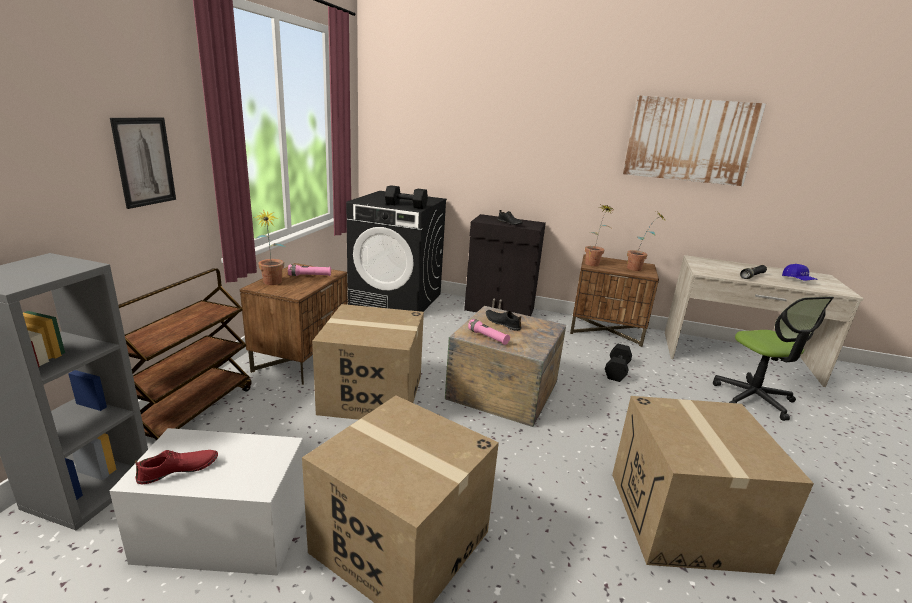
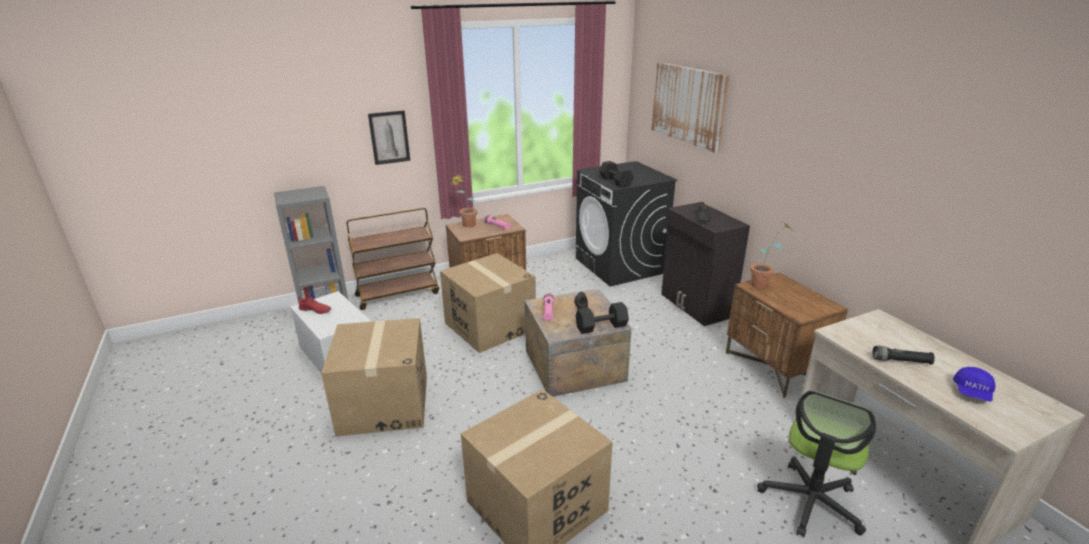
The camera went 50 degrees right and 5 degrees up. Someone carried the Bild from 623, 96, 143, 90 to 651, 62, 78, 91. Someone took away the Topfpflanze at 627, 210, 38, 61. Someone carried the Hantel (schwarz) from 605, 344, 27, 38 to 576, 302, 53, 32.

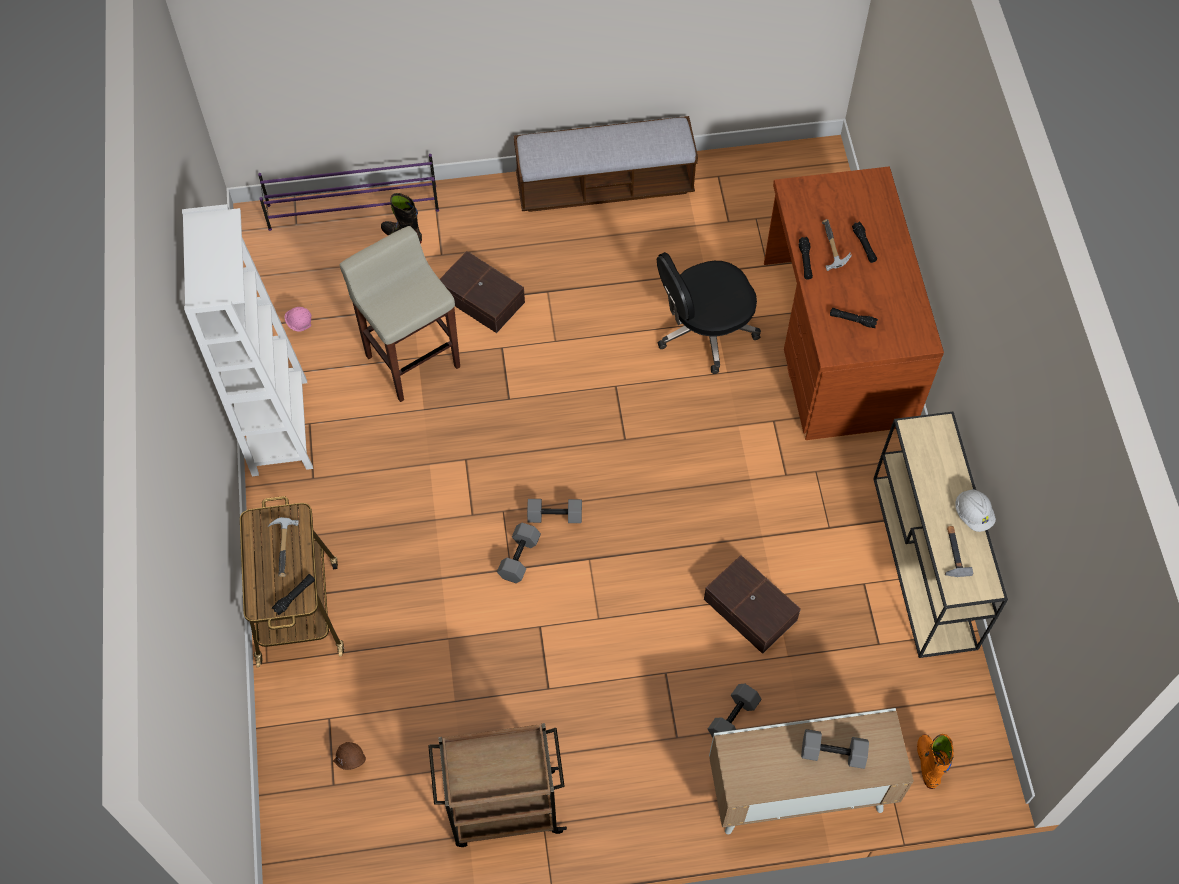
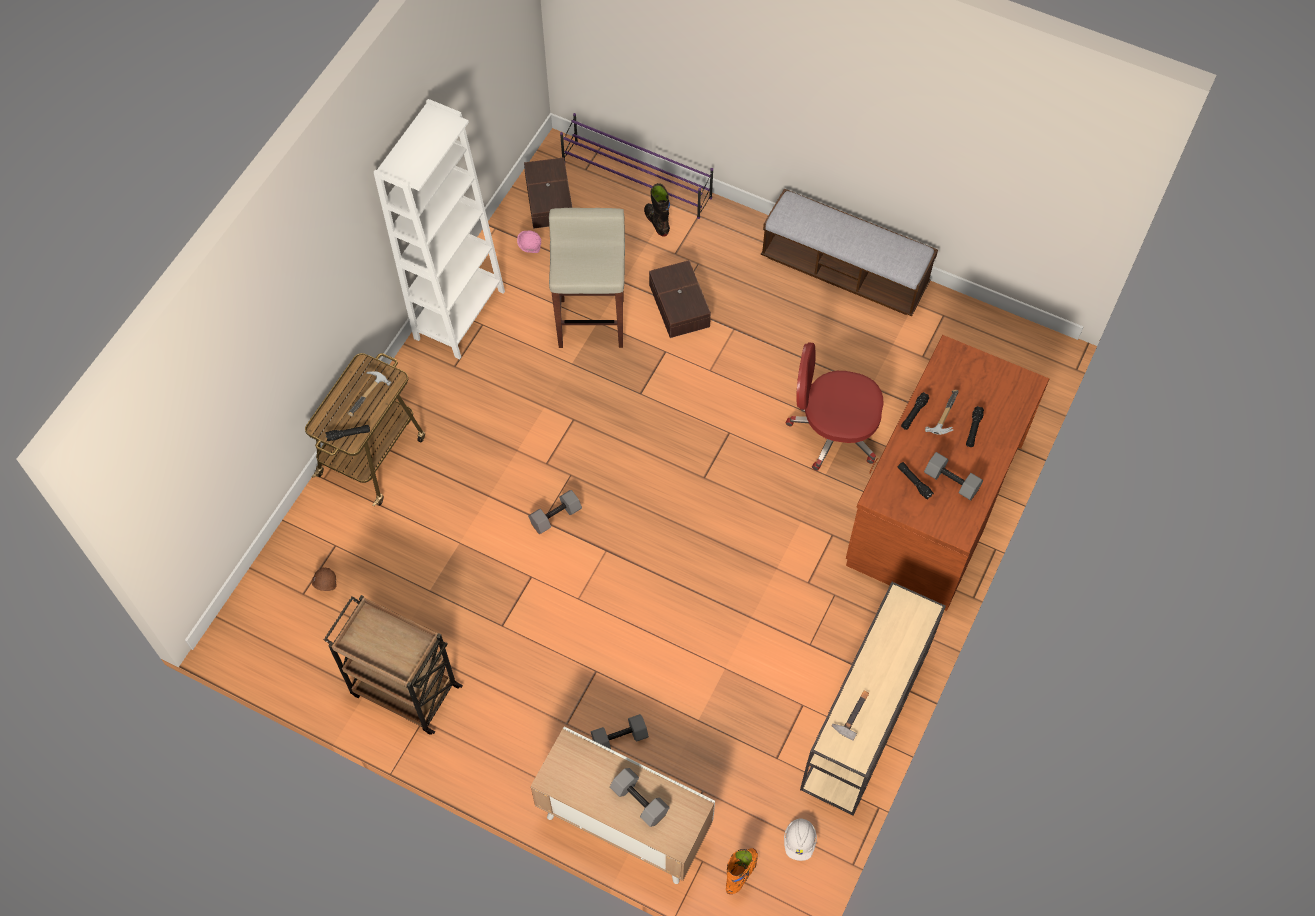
The camera went 35 degrees right and 0 degrees up. Someone repainted the Bürostuhl (schwarz) at 657, 252, 104, 122, which became the Bürostuhl (rot) at 786, 342, 97, 129. Someone carried the Schutzhelm (weiß) from 955, 489, 41, 43 to 784, 819, 33, 42. Someone carried the Hantel (grau) from 527, 499, 55, 24 to 924, 452, 59, 49. Someone carried the Aufbewahrungsbox (braun) from 704, 555, 97, 99 to 524, 158, 48, 71.

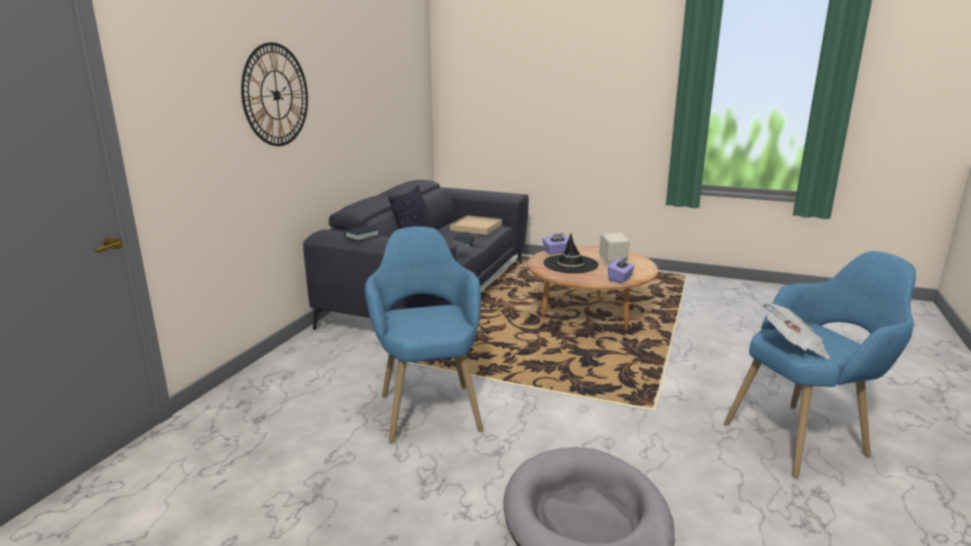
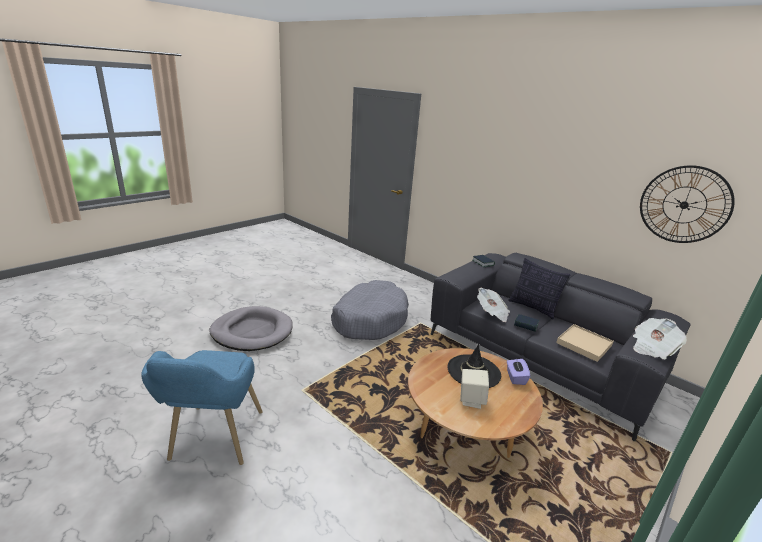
The camera went 110 degrees right and 5 degrees up. Someone carried the Wanduhr from 241, 42, 67, 104 to 640, 165, 95, 78. Someone swapped the Sessel (blau) at 365, 226, 118, 218 for the Hundebett (grau) at 331, 280, 78, 60. Someone took away the Taschentuchbox (lila) at 608, 257, 27, 26. Someone carried the Zeitung from 761, 302, 69, 57 to 633, 318, 54, 41.

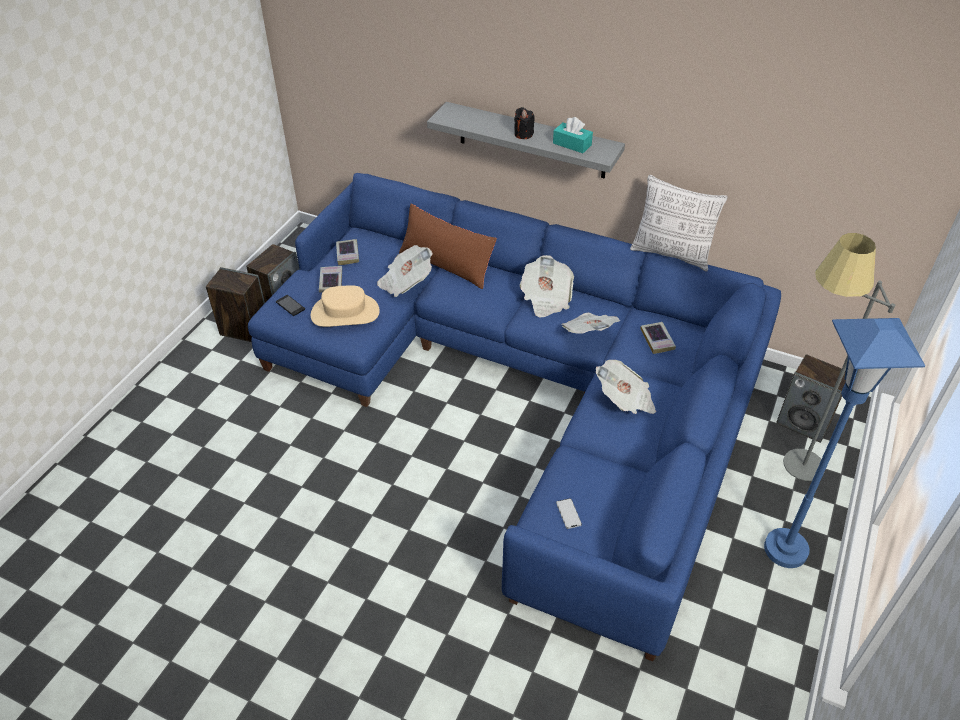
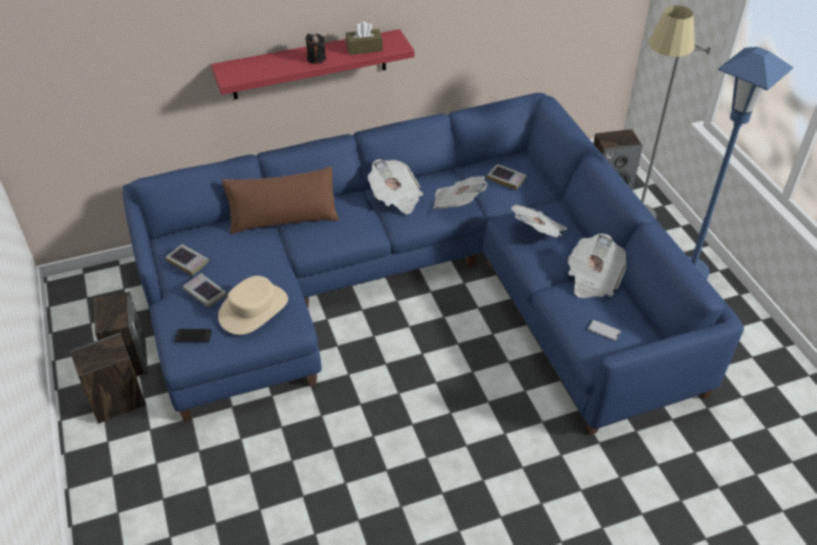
The camera went 45 degrees left and 0 degrees up. Someone repainted the Wandregal (grau) at 427, 102, 198, 76, which became the Wandregal (rot) at 211, 29, 204, 70. Someone repainted the Taschentuchbox (türkis) at 553, 117, 40, 36, which became the Taschentuchbox (braun) at 346, 21, 37, 34. Someone took away the Kissen at 630, 175, 98, 97. Someone carried the Zeitung from 377, 245, 56, 52 to 568, 233, 59, 65.

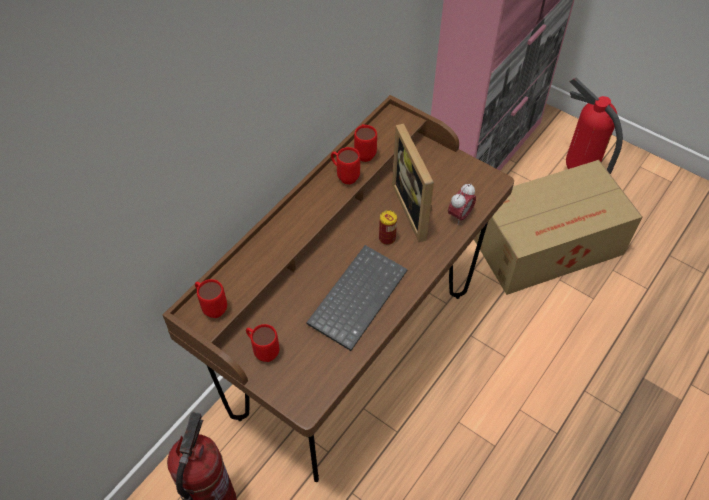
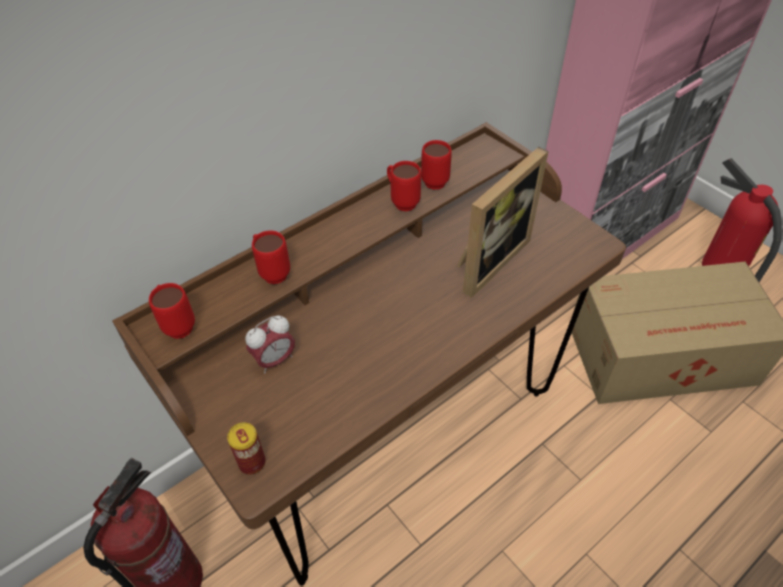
The camera went 15 degrees right and 5 degrees down. Someone rotated the Bilderrahmen at 392, 124, 42, 118 by 135 degrees counterclockwise. Someone carried the Wecker from 448, 184, 28, 41 to 246, 316, 49, 57. Someone carried the Dose from 379, 210, 18, 35 to 227, 422, 39, 53. Someone took away the Tastatur at 306, 245, 102, 106. Someone carried the Henkelbecher (rot) from 246, 324, 33, 38 to 252, 230, 38, 54.

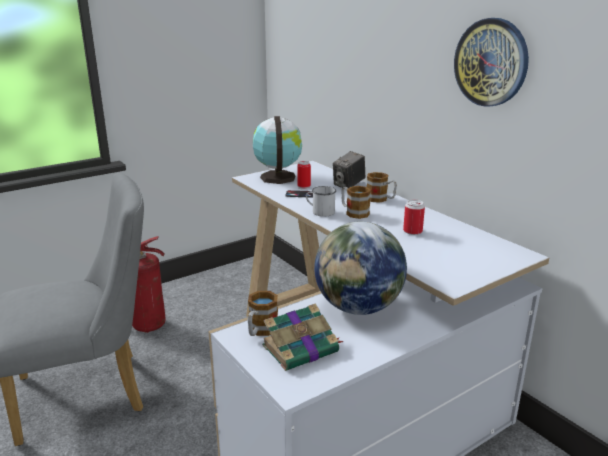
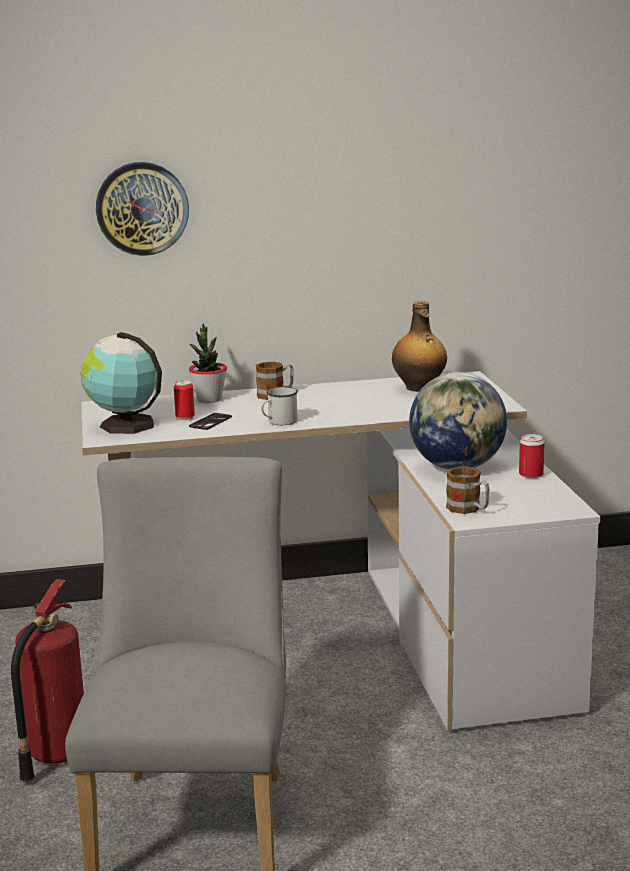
The camera went 65 degrees left and 5 degrees down. Someone carried the Wanduhr from 454, 18, 75, 89 to 96, 162, 93, 94. Someone swapped the Kamera at 333, 151, 32, 37 for the Topfpflanze at 189, 323, 38, 80. Someone took away the Henkelbecher at 341, 186, 30, 33. Someone carried the Dose from 403, 200, 22, 35 to 519, 434, 26, 44. Someone took away the Buch at 262, 303, 82, 68. Someone put down the Flasche at 392, 301, 55, 91.

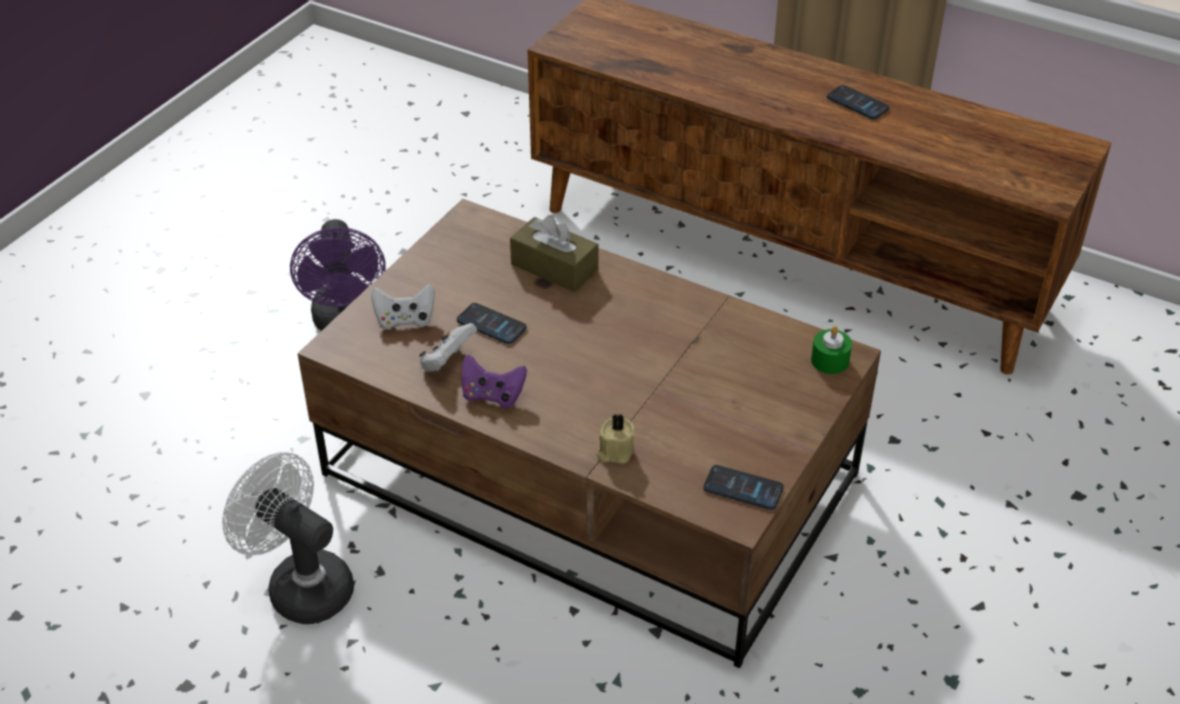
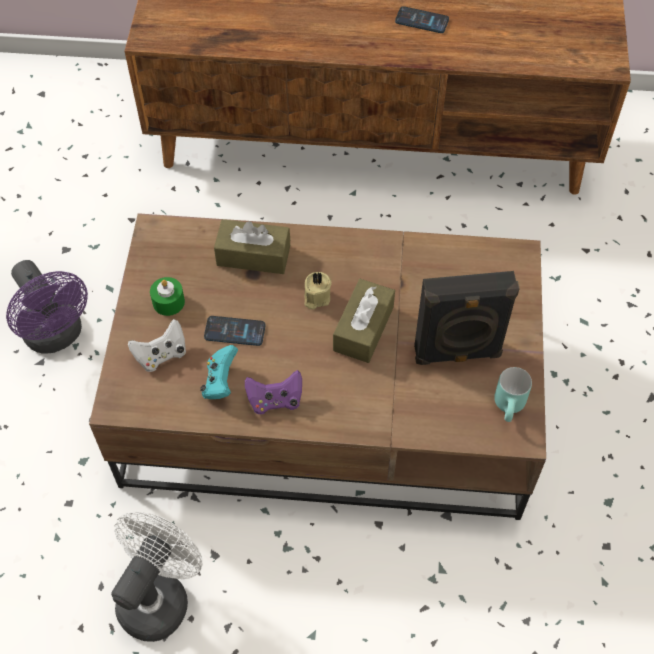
The camera went 25 degrees left and 15 degrees up. Someone repainted the Gamepad (weiß) at 419, 323, 58, 49, which became the Gamepad (türkis) at 200, 345, 38, 54. Someone carried the Kerze (grün) from 811, 326, 41, 48 to 150, 277, 35, 39. Someone carried the Kerze (beige) from 596, 413, 39, 51 to 305, 272, 27, 38. Someone rotated the Ventilator (weiß) at 222, 452, 132, 172 by 105 degrees clockwise. Someone swapped the Handy at 704, 465, 80, 45 for the Henkelbecher (türkis) at 494, 367, 38, 55. Someone put down the Lautsprecher (schwarz) at 414, 271, 106, 94. Someone put down the Taschentuchbox (braun) at 333, 279, 62, 84.

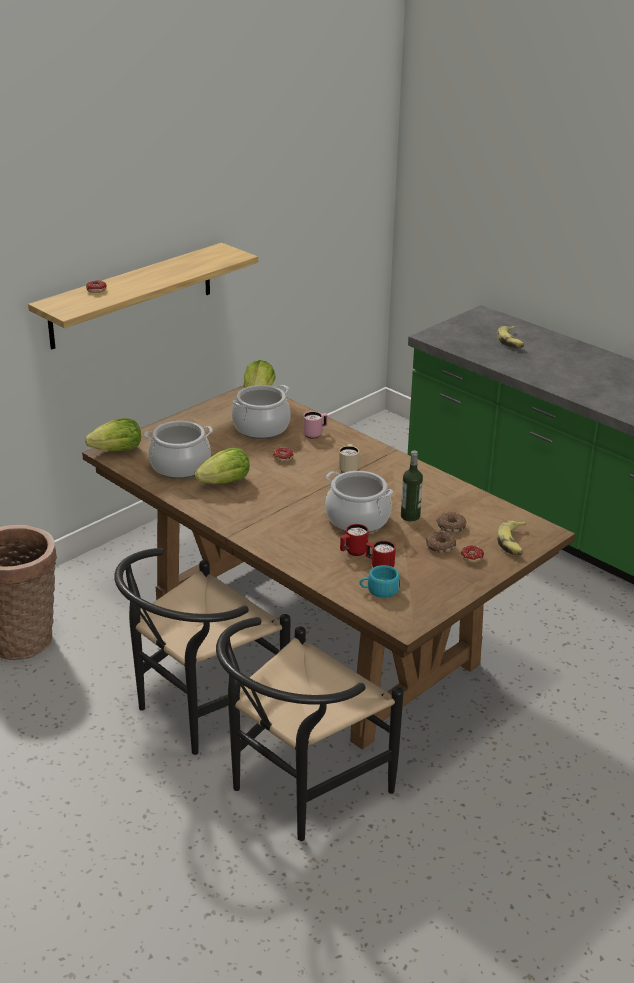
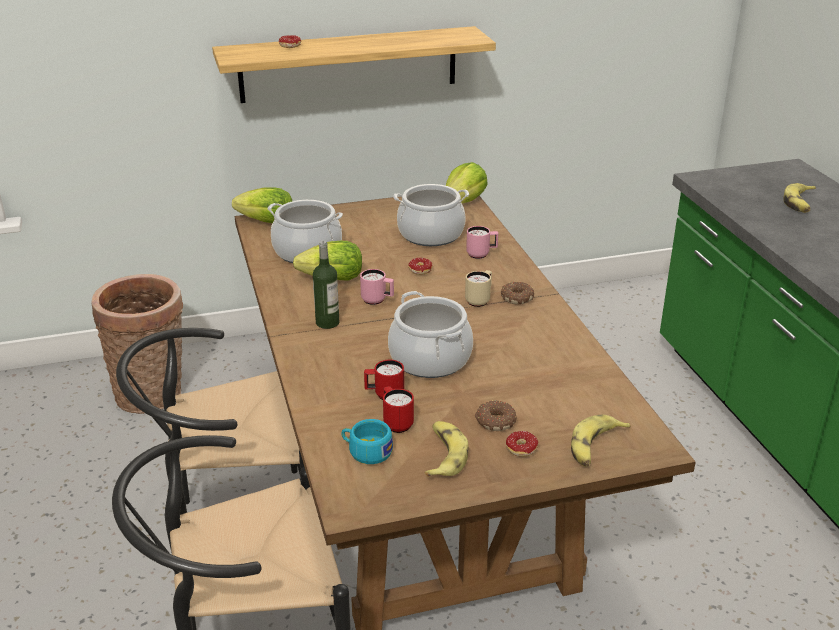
The camera went 30 degrees right and 0 degrees up. Someone carried the Flasche from 401, 450, 22, 71 to 313, 241, 26, 88. Someone carried the Donut from 436, 512, 30, 21 to 501, 282, 33, 23. Someone put down the Henkelbecher (rosa) at 360, 269, 34, 36. Someone put down the Banane at 424, 421, 45, 56.

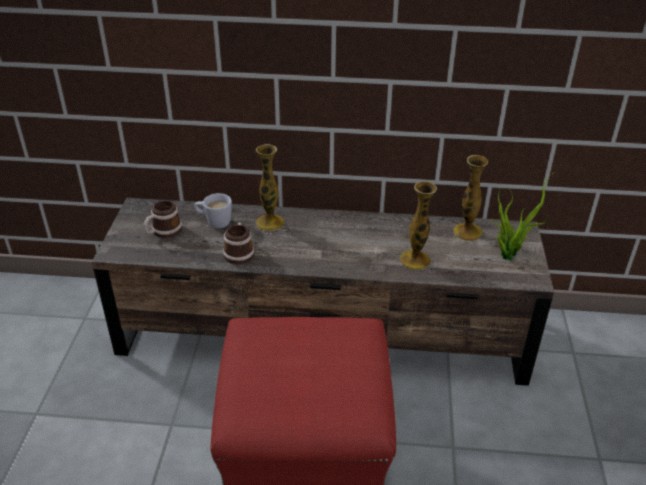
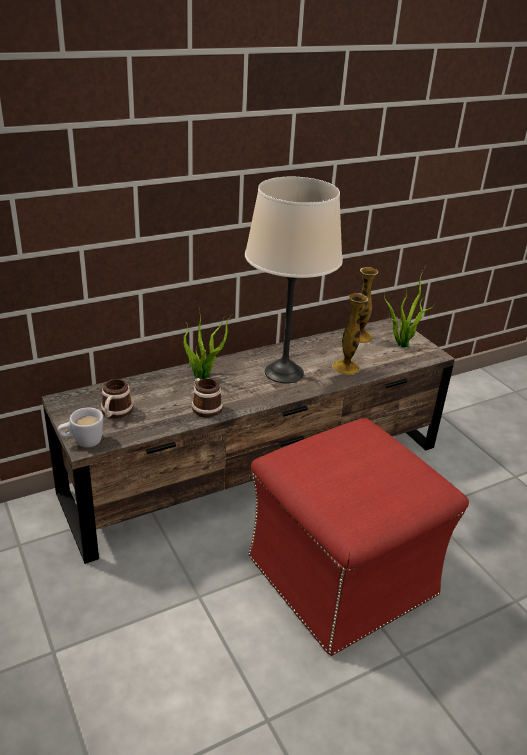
The camera went 35 degrees left and 5 degrees down. Someone swapped the Vase at 255, 144, 30, 87 for the Topfpflanze at 183, 309, 51, 70. Someone carried the Henkelbecher (weiß) from 194, 193, 38, 35 to 58, 408, 45, 39. Someone put down the Tischlampe (beige) at 245, 177, 98, 206.

